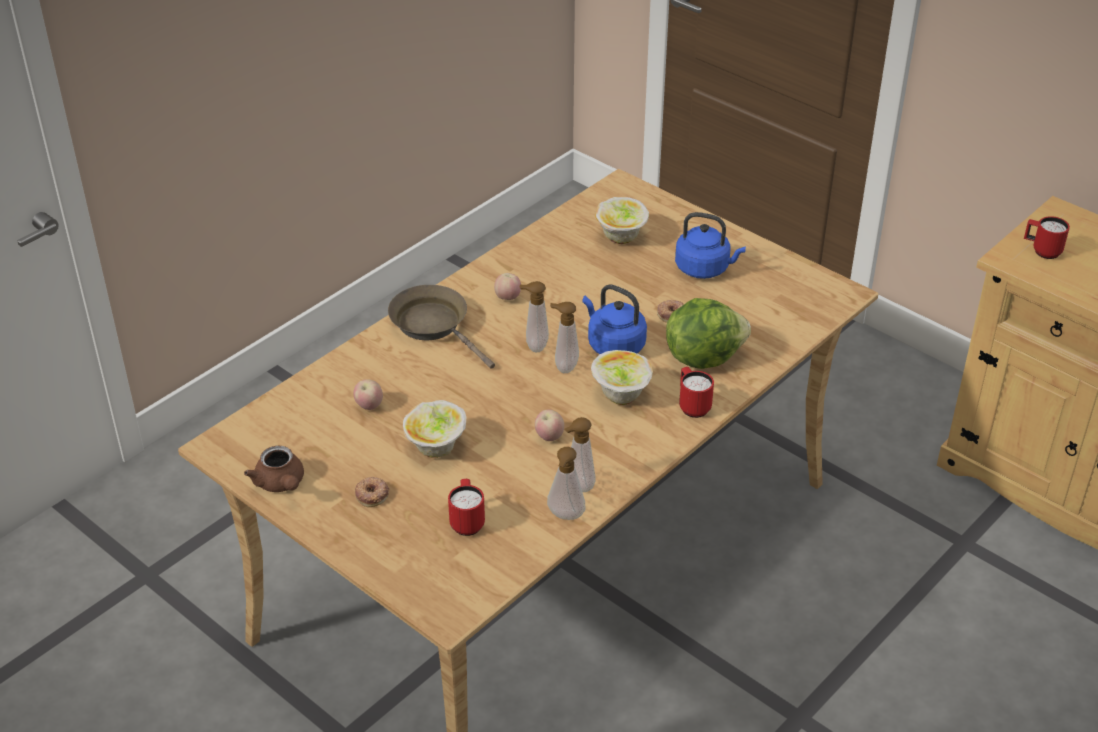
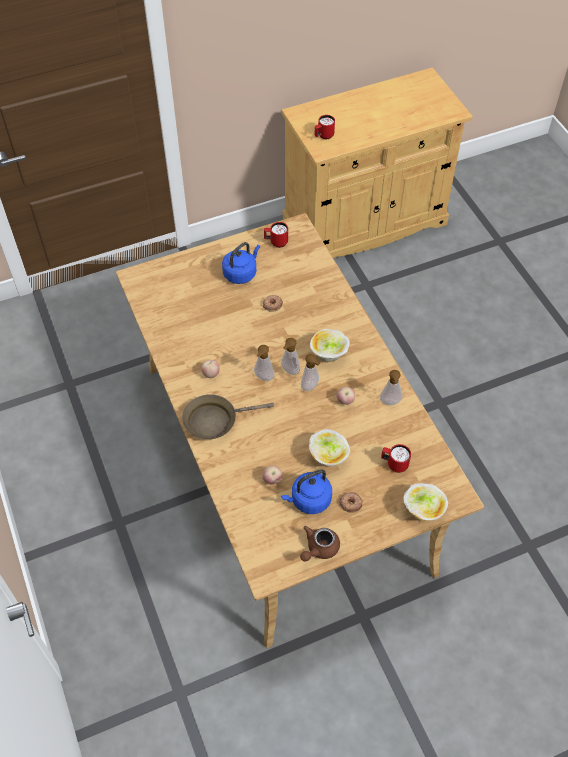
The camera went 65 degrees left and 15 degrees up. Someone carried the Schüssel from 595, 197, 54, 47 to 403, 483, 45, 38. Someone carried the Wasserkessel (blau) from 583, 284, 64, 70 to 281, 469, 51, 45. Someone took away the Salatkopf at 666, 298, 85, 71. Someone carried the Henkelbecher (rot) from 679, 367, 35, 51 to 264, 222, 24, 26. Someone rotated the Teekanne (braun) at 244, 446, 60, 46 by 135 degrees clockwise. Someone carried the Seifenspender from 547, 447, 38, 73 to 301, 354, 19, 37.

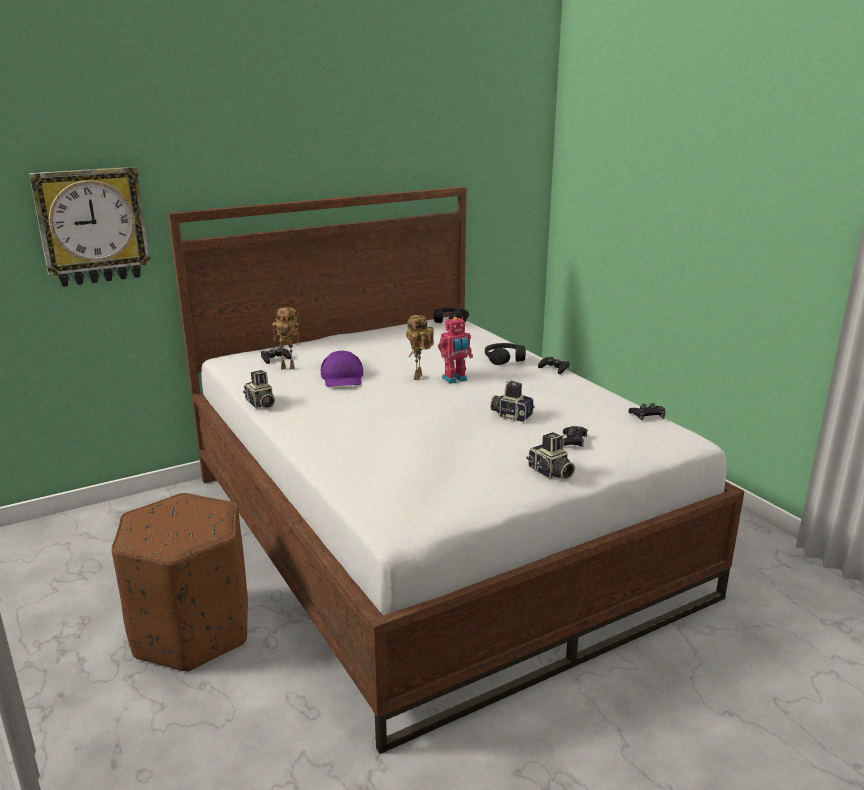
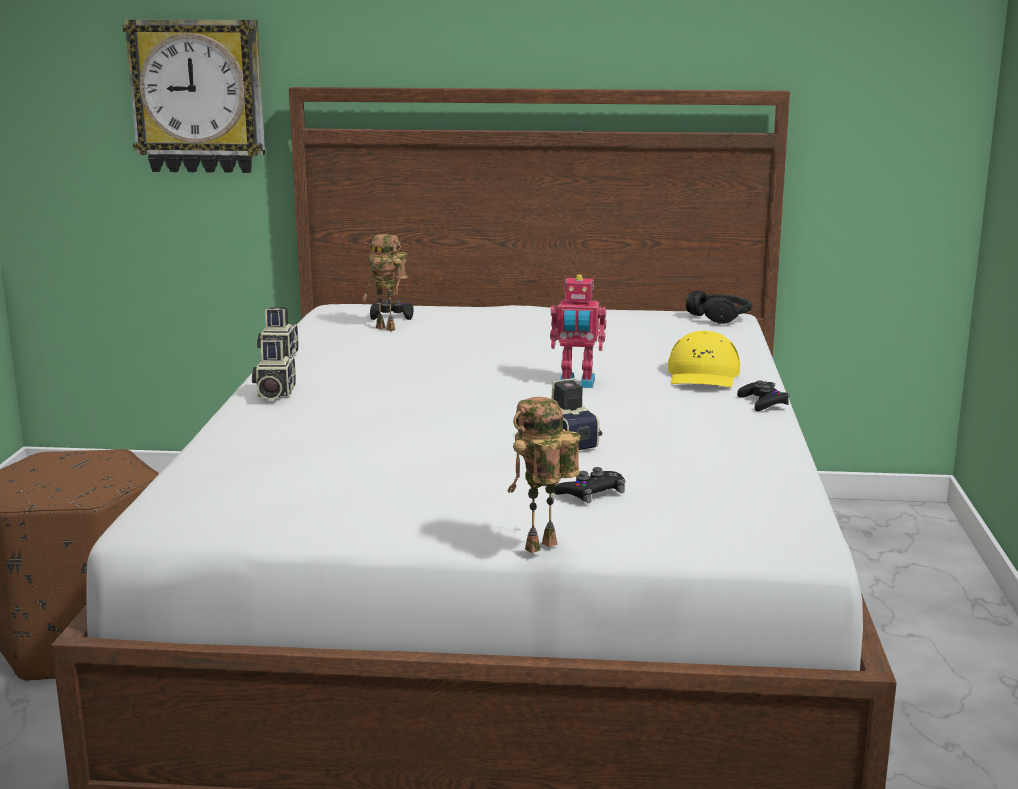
The camera went 35 degrees right and 5 degrees down. Someone carried the Spielzeugroboter from 406, 315, 28, 65 to 508, 397, 72, 156. Someone swapped the Kopfhörer (schwarz) at 485, 343, 41, 22 for the Kappe (gelb) at 668, 331, 72, 56. Someone took away the Kappe (lila) at 321, 351, 42, 36. Someone took away the Gamepad (schwarz) at 629, 403, 36, 17. Someone carried the Kamera from 526, 432, 49, 48 to 252, 339, 44, 61.

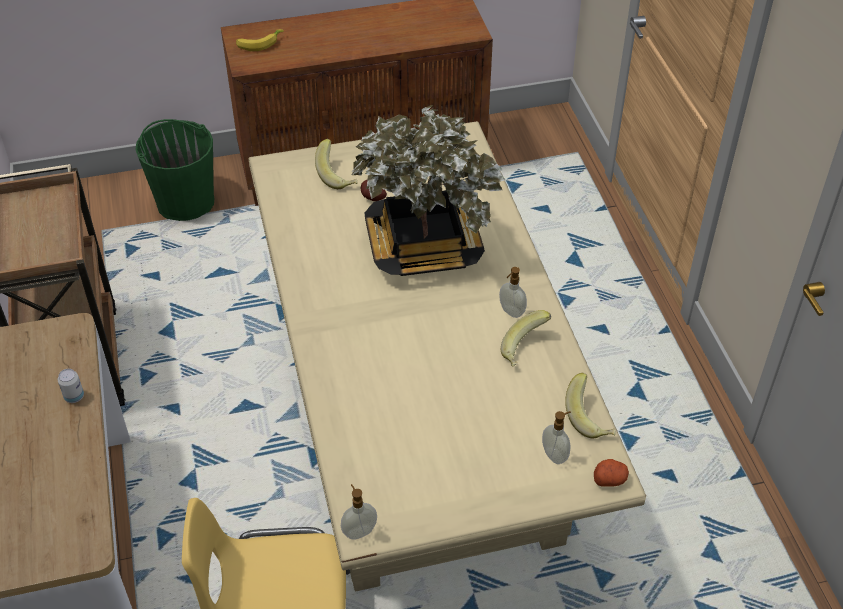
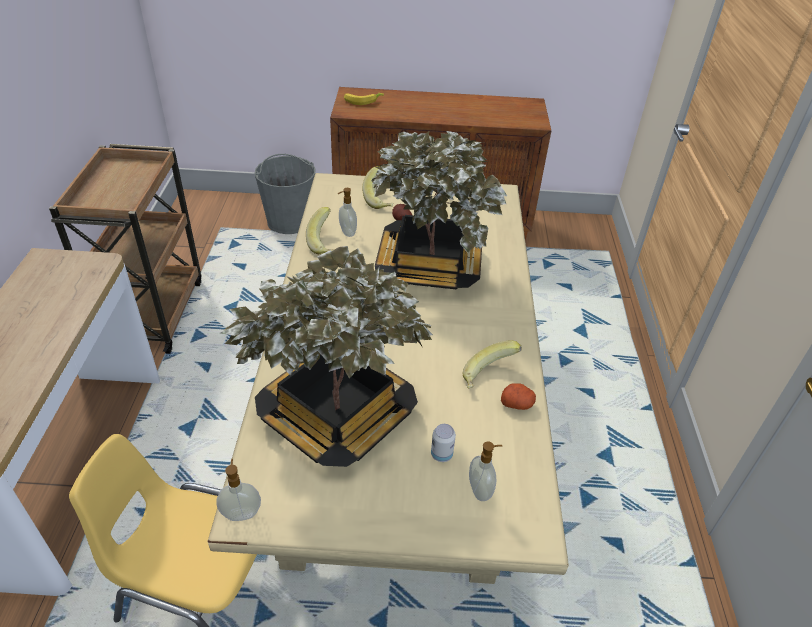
The camera went 15 degrees right and 5 degrees down. Someone repainted the Eimer (grün) at 135, 119, 79, 102, which became the Eimer (grau) at 255, 154, 60, 80. Someone carried the Seifenspender from 499, 267, 28, 51 to 338, 188, 19, 49. Someone carried the Dose from 58, 369, 26, 34 to 431, 424, 25, 38. Someone carried the Banane from 565, 373, 51, 65 to 306, 207, 28, 47. Someone carried the Kartoffel from 594, 459, 35, 28 to 501, 383, 35, 27. Someone put down the Topfpflanze at 220, 246, 213, 221.

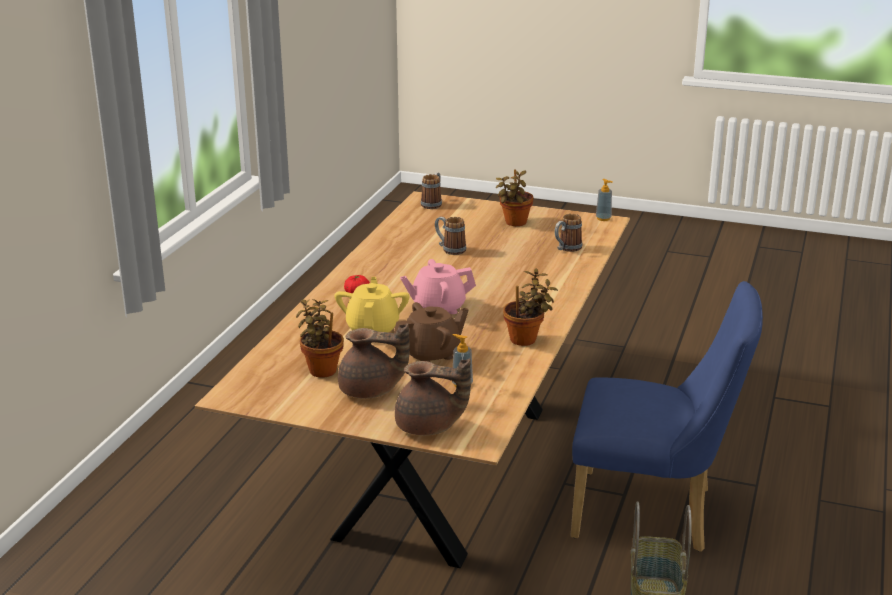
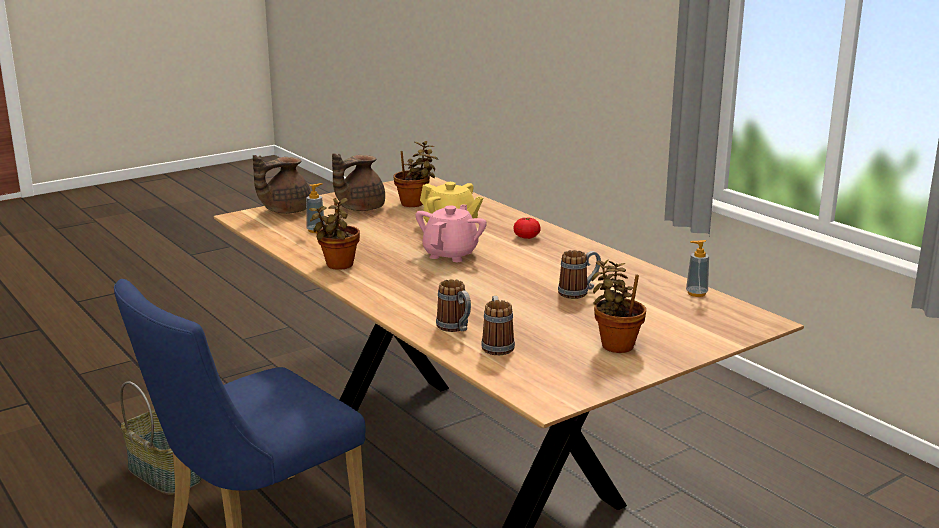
The camera went 125 degrees right and 5 degrees down. Someone carried the Henkelbecher from 421, 172, 21, 37 to 436, 279, 35, 53. Someone carried the Seifenspender from 596, 179, 17, 42 to 686, 240, 23, 57. Someone took away the Teekanne (braun) at 394, 302, 75, 60.

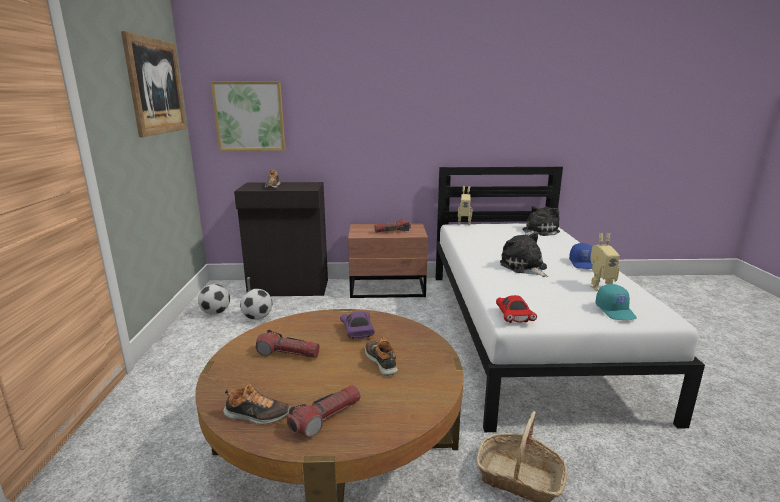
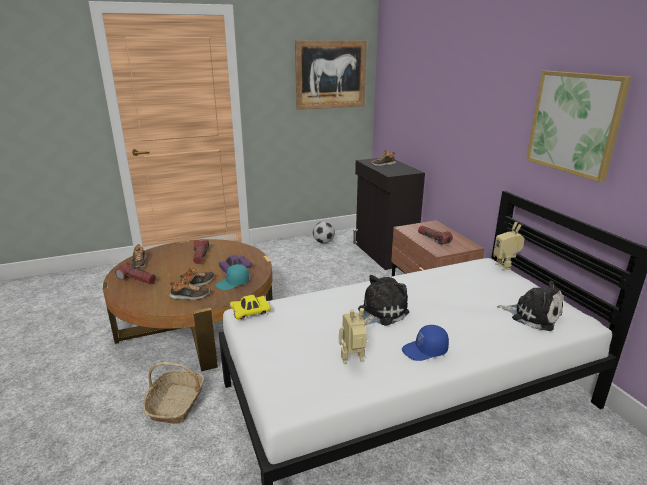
The camera went 70 degrees right and 5 degrees up. Someone carried the Bild from 211, 81, 74, 70 to 526, 71, 106, 111. Someone rotated the Spielzeugroboter at 590, 233, 30, 58 by 105 degrees clockwise. Someone carried the Kappe (türkis) from 595, 284, 42, 36 to 215, 264, 34, 26. Someone took away the Fußball at 240, 289, 32, 31. Someone repainted the Spielzeugauto (rot) at 496, 295, 41, 28, which became the Spielzeugauto (gelb) at 229, 295, 41, 25. Someone put down the Schuh at 169, 278, 42, 22.

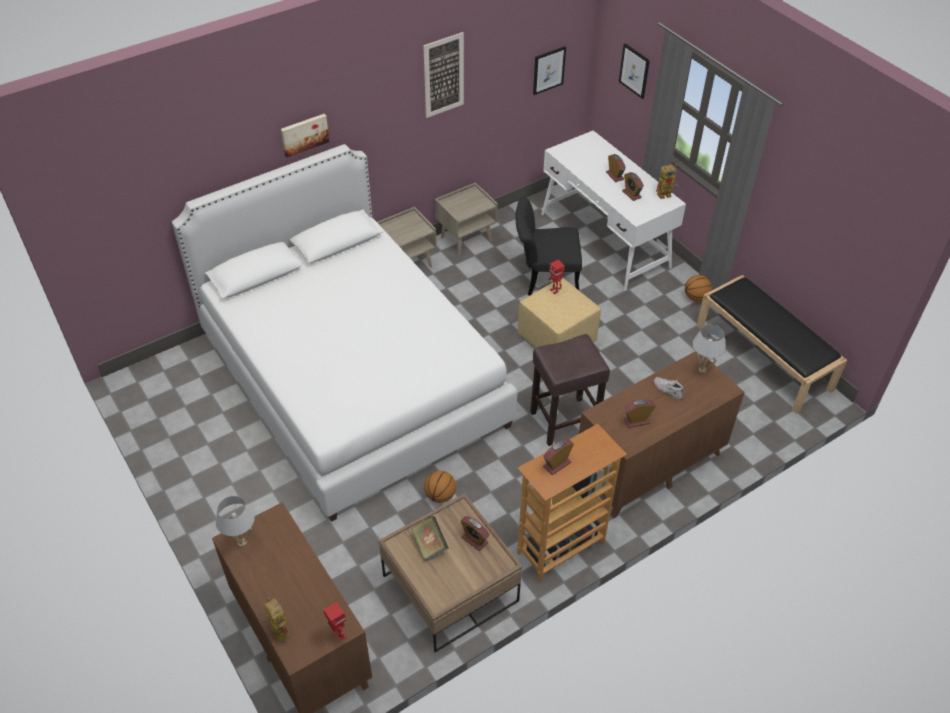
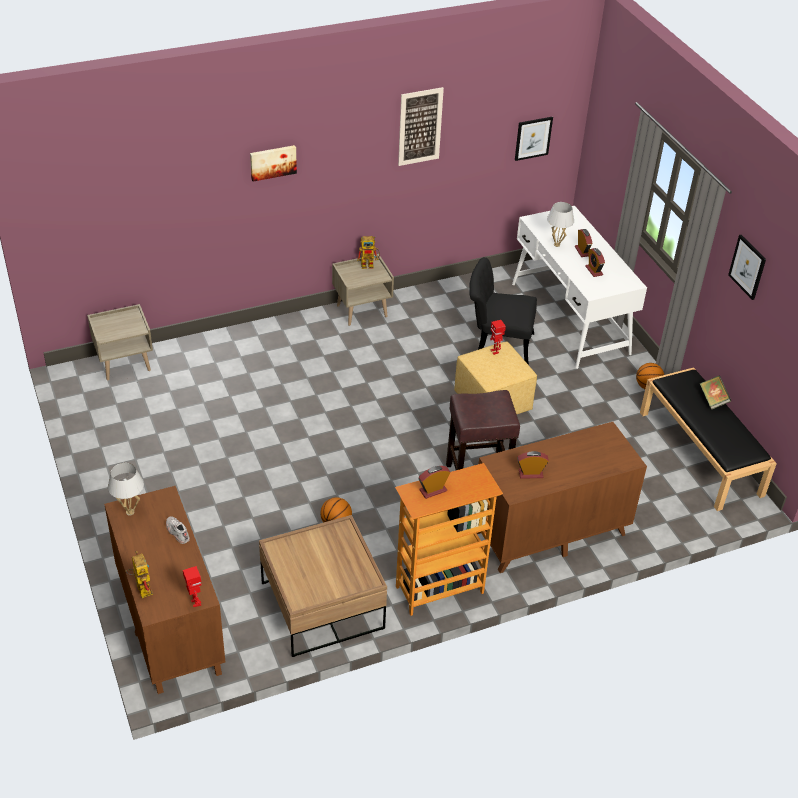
The camera went 10 degrees right and 5 degrees down. Someone carried the Bild from 619, 43, 31, 56 to 728, 235, 38, 65. Someone took away the Bett (weiß) at 172, 144, 345, 378. Someone carried the Spielzeugroboter from 656, 164, 22, 35 to 357, 236, 23, 33. Someone carried the Nachttisch (beige) from 435, 182, 63, 74 to 87, 304, 66, 77. Someone carried the Tischlampe (weiß) from 692, 324, 34, 49 to 547, 202, 27, 45. Someone carried the Schuh (weiß) from 654, 377, 31, 23 to 166, 516, 24, 28. Someone carried the Buch from 411, 516, 37, 45 to 700, 376, 31, 34. Someone took away the Wecker at 461, 516, 29, 35.

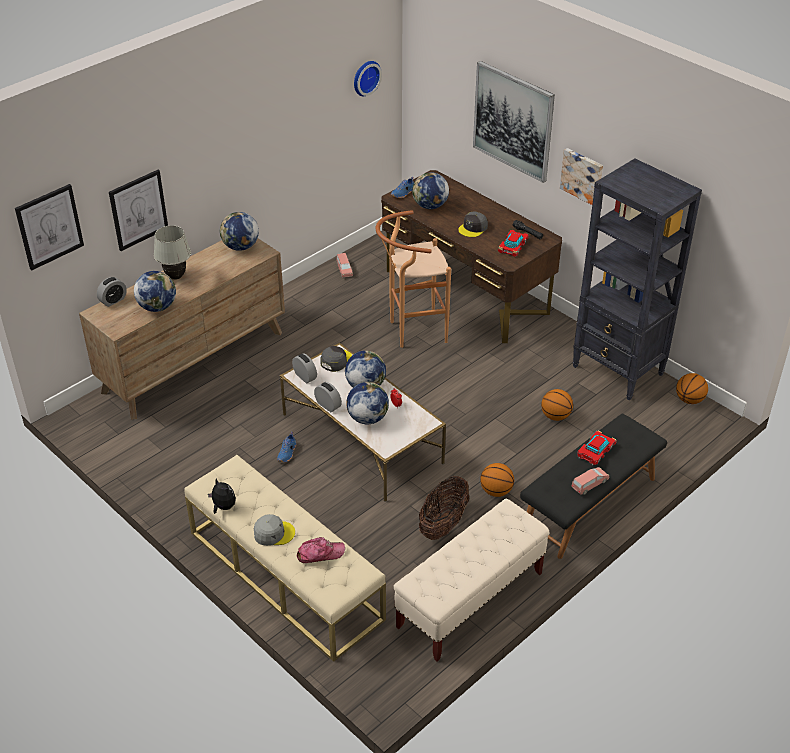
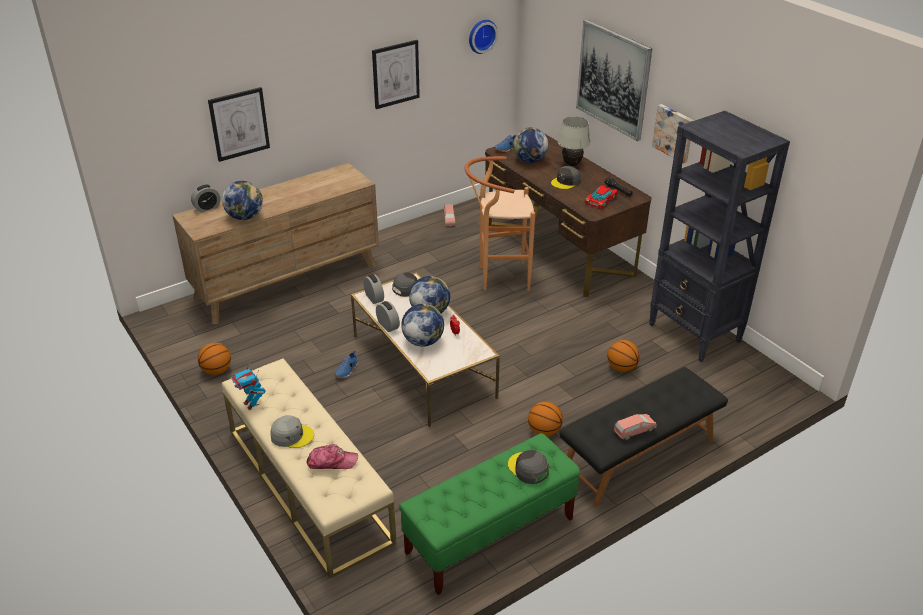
The camera went 10 degrees right and 5 degrees down. Someone carried the Bild from 15, 184, 69, 87 to 372, 40, 48, 69. Someone took away the Globus at 220, 212, 39, 39. Someone carried the Tischlampe (weiß) from 154, 226, 37, 54 to 557, 116, 33, 50. Someone carried the Basketball from 676, 373, 32, 31 to 198, 343, 33, 32. Someone took away the Spielzeugauto at 577, 431, 40, 34. Someone took away the Korb at 419, 476, 50, 64. Someone swapped the Plüschtier at 208, 479, 28, 35 for the Spielzeugroboter at 231, 360, 35, 50. Someone repainted the Bank (beige) at 393, 499, 157, 163, which became the Bank (grün) at 399, 433, 181, 162. Someone put down the Kappe (grau) at 508, 450, 41, 34.

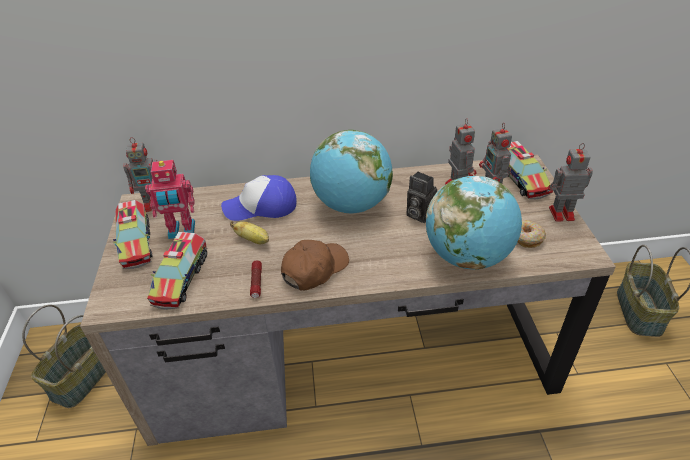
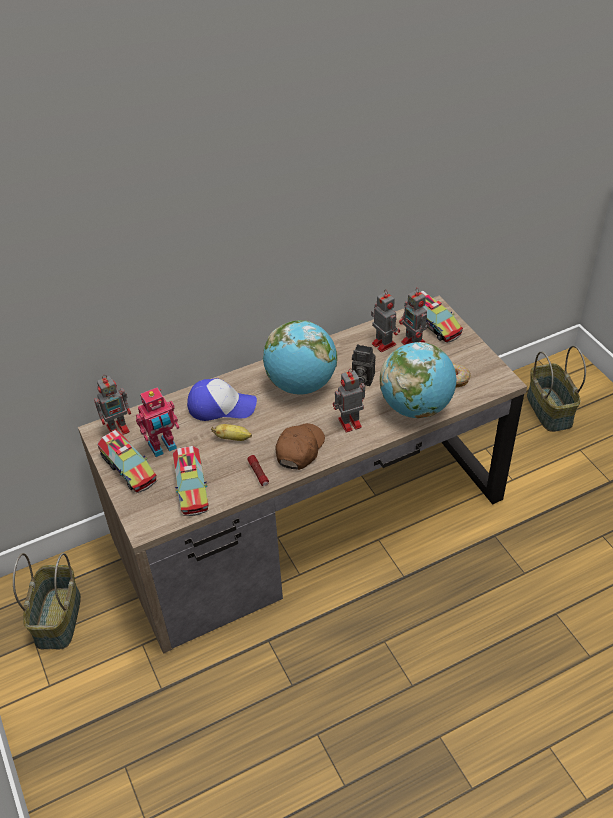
The camera went 20 degrees left and 5 degrees up. Someone carried the Spielzeugroboter from 548, 143, 45, 79 to 333, 368, 32, 64. Someone rotated the Kappe at 221, 175, 75, 46 by 150 degrees counterclockwise.

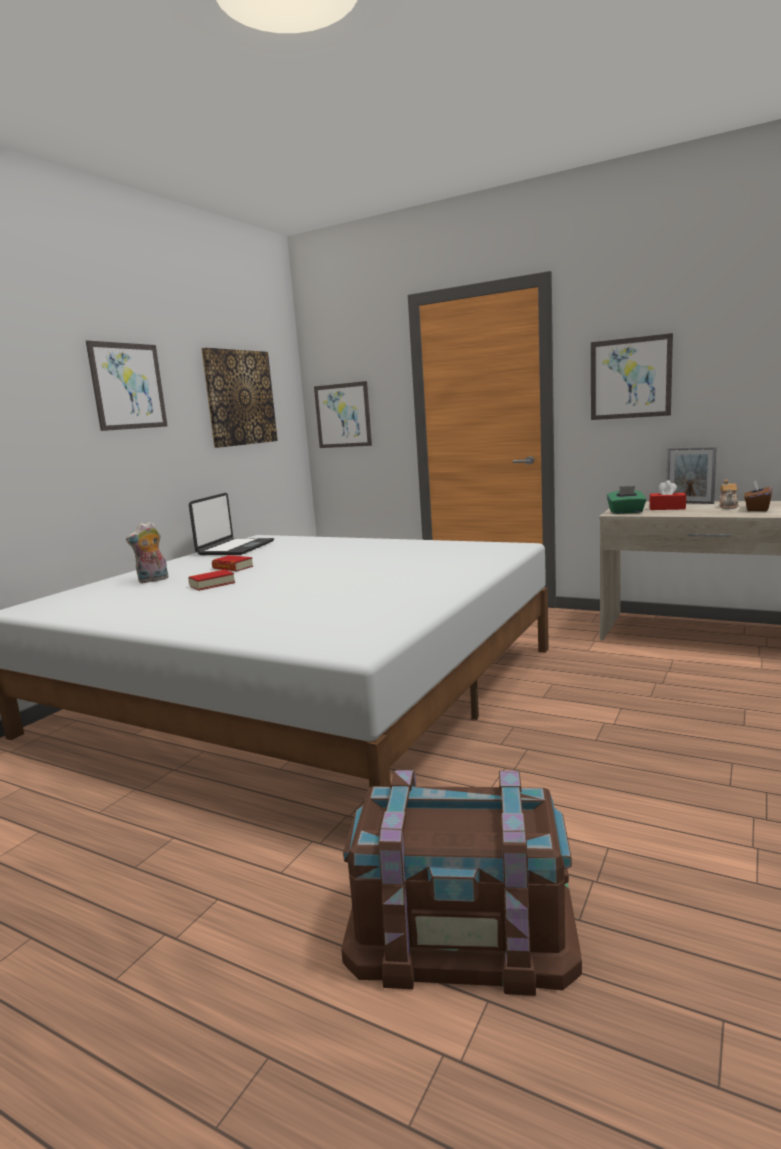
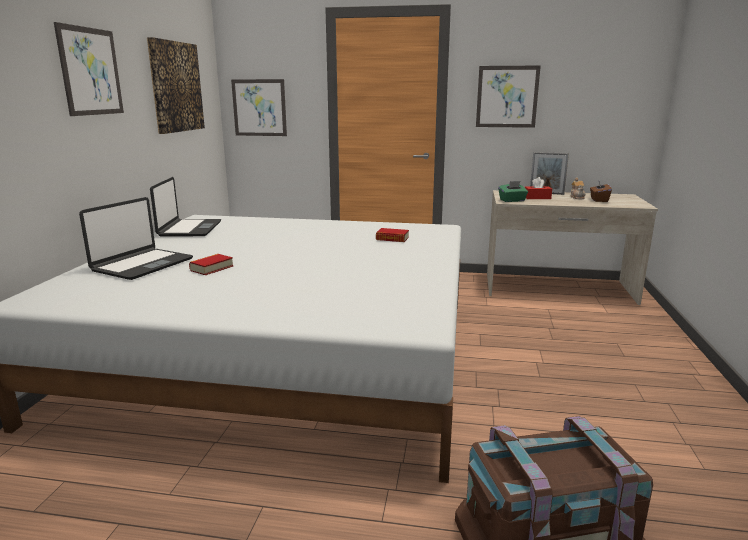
The camera went 20 degrees left and 5 degrees up. Someone swapped the Plüschtier at 126, 522, 43, 61 for the Laptop at 79, 197, 114, 83. Someone carried the Buch from 212, 555, 42, 16 to 376, 228, 33, 14.

